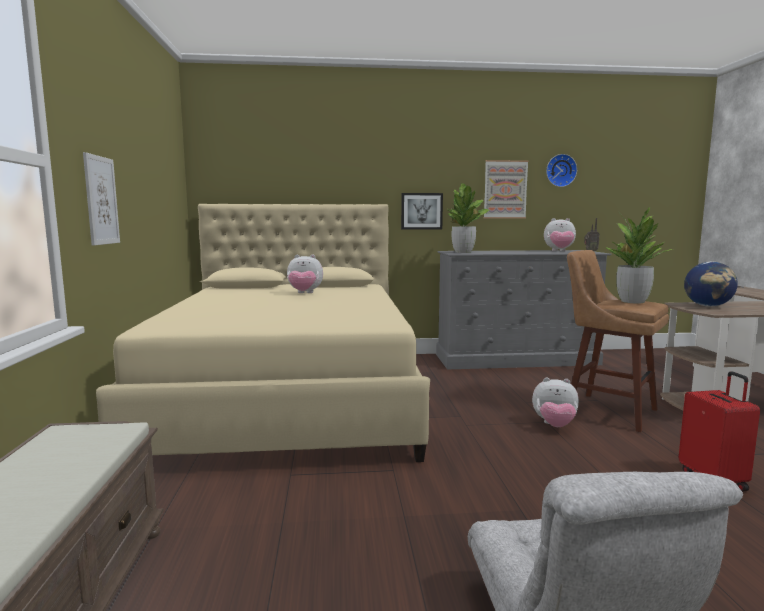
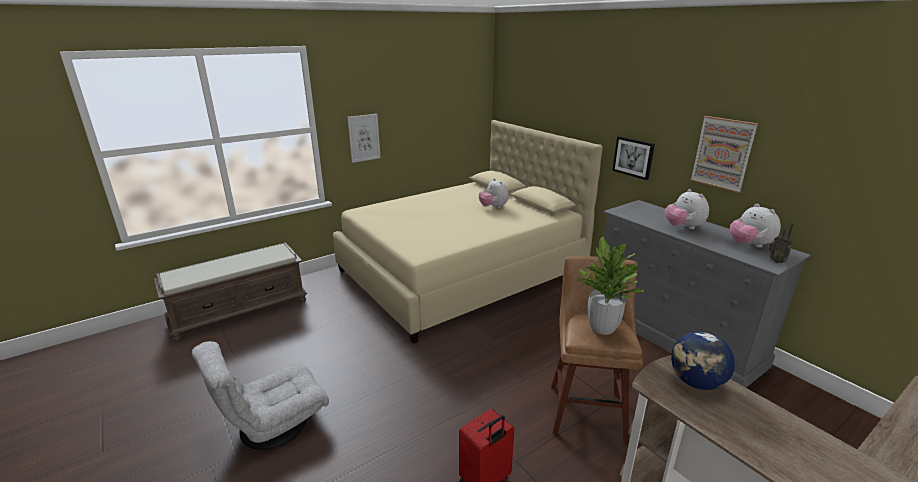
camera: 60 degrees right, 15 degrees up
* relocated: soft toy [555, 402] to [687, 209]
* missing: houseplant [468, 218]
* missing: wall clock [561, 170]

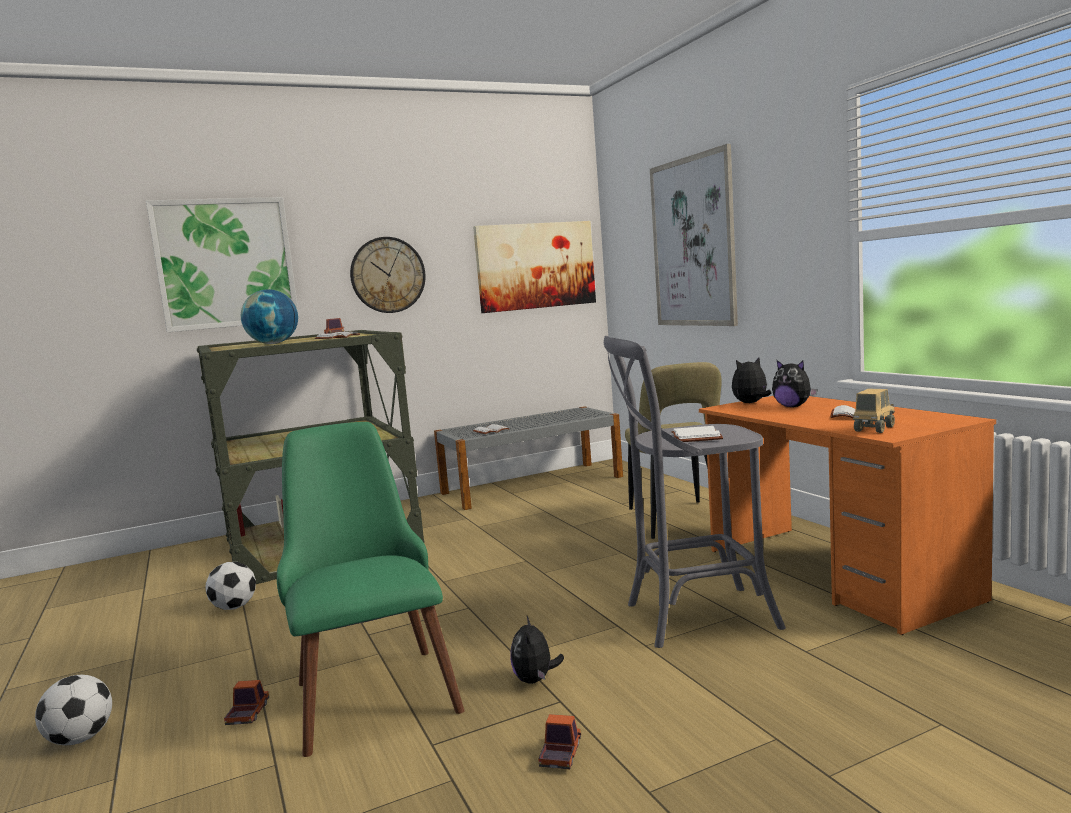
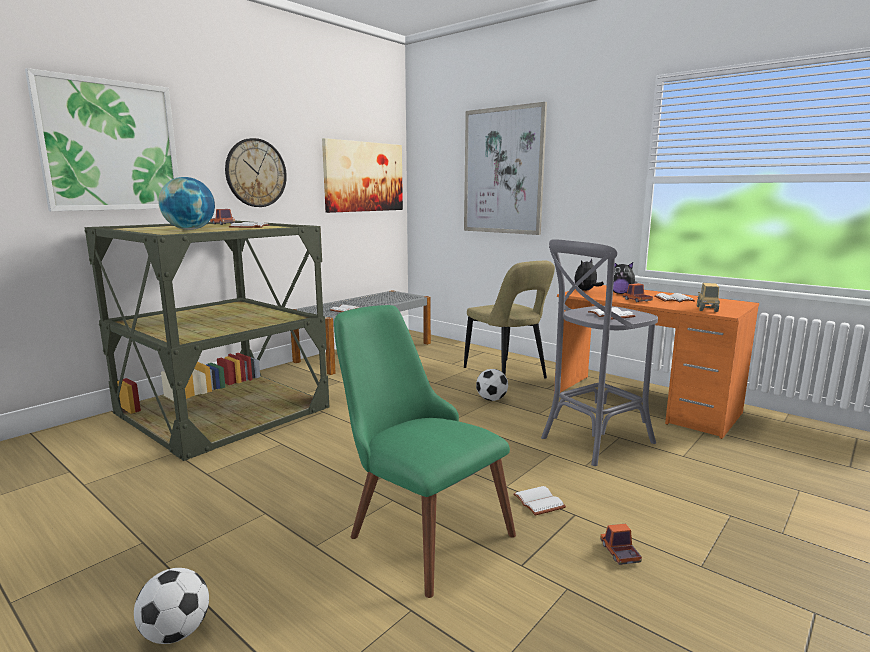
camera: 25 degrees left, 5 degrees up
* relocated: football [230, 586] to [492, 385]
* exchanged: soft toy [537, 650] to bound book (white) [539, 500]
* relocated: toy lorry [246, 702] to [638, 292]

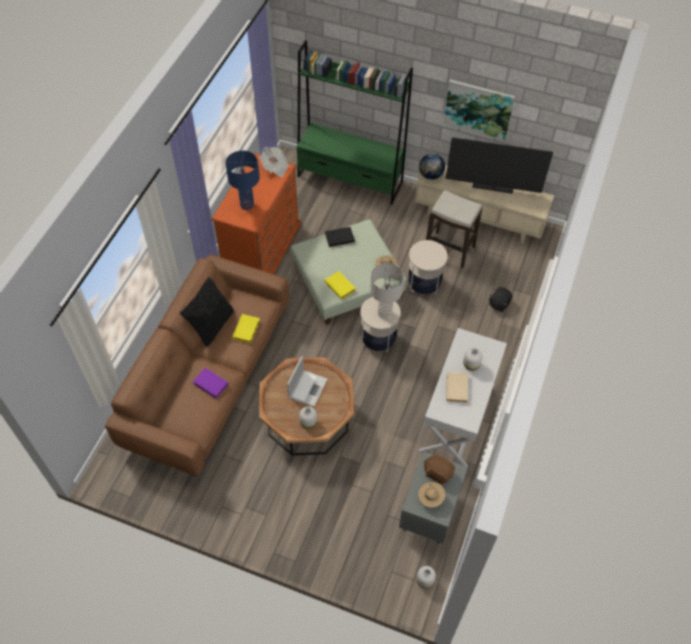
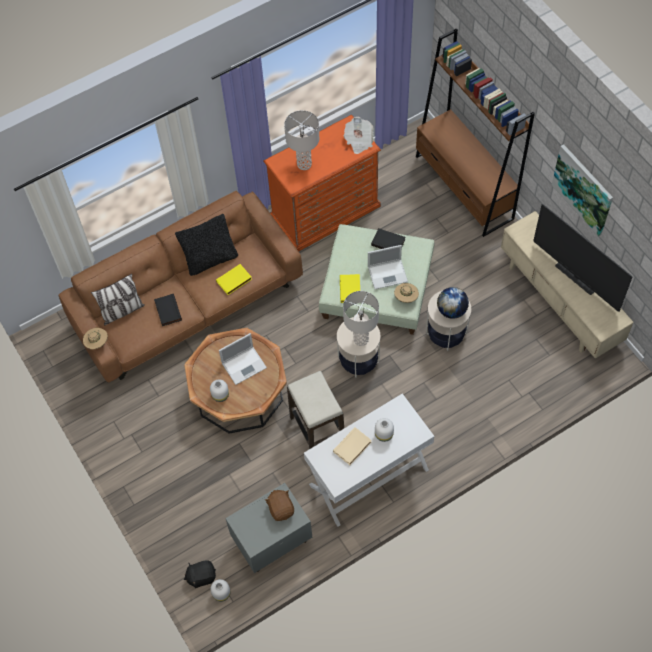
camera: 40 degrees right, 5 degrees up
* relocated: hat (sand-coloured) [431, 495] to [95, 339]
* appeared: pillow [118, 299]
* colour: bound book (purple-coloured) [210, 383] to bound book (black) [168, 310]
* relocated: soft toy (black) [501, 299] to [200, 574]
* colour: table lamp (blue) [242, 180] to table lamp (white) [301, 140]
* relocated: stool [454, 229] to [315, 410]
* appeared: notebook computer [388, 267]
* colour: bookshelf (green-coloured) [355, 122] to bookshelf (brownish) [475, 132]
* relocated: desk globe [432, 166] to [453, 303]

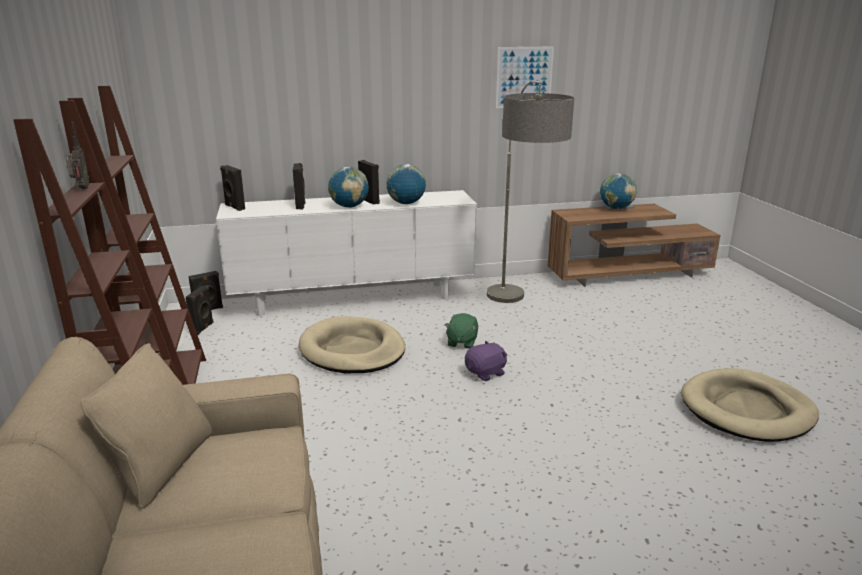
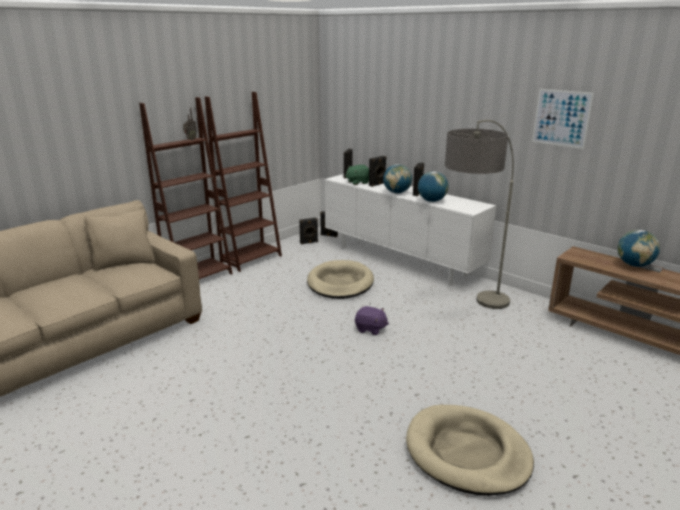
camera: 55 degrees right, 0 degrees up
* relocated: soft toy (green-coloured) [461, 331] to [357, 175]

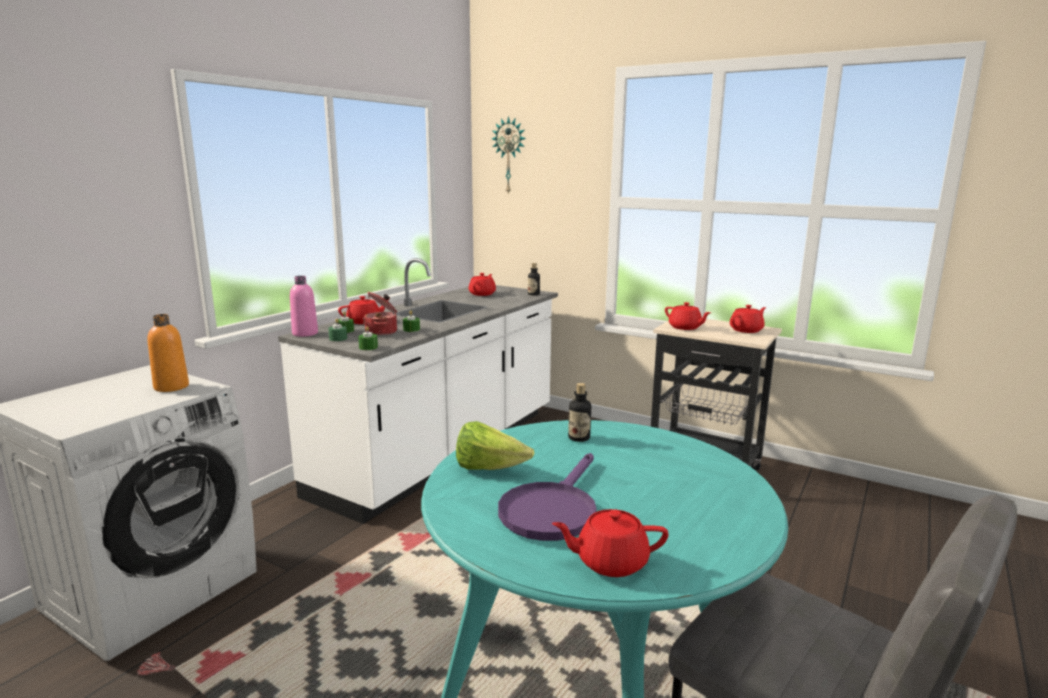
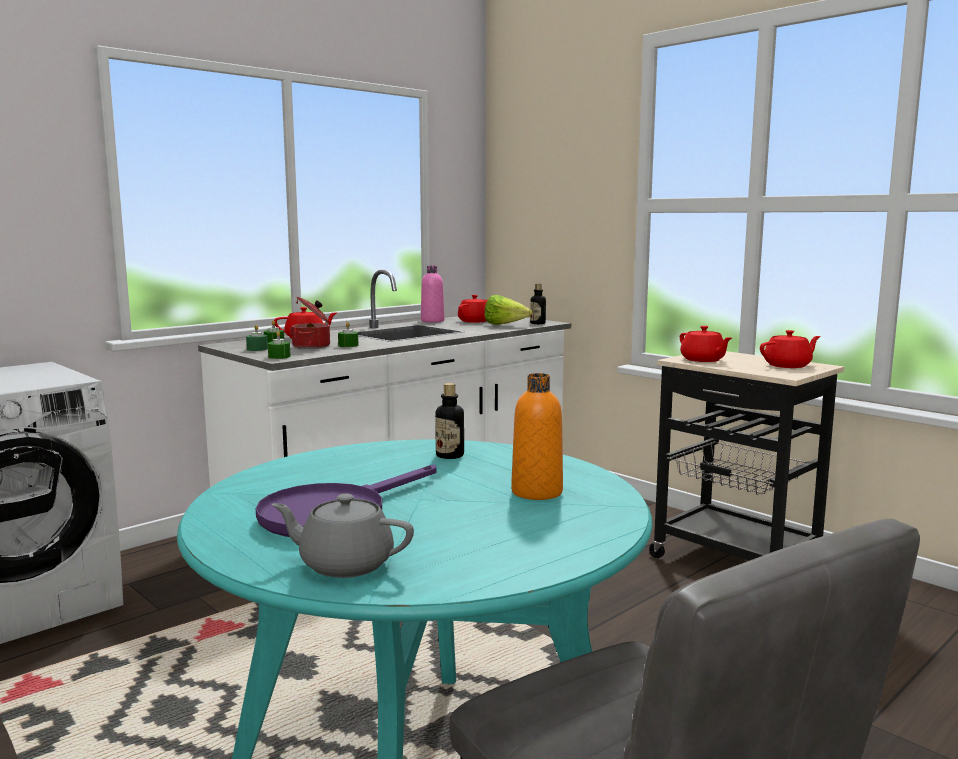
camera: 15 degrees right, 5 degrees down
* colour: tea pot (red-coloured) [610, 543] to tea pot (grey) [343, 536]
* relocated: drink bottle (pinkish) [304, 306] to [433, 294]
* relocated: lettuce [495, 445] to [508, 310]
* relocated: drink bottle (orange-coloured) [168, 353] to [537, 436]
* missing: wall clock [509, 155]

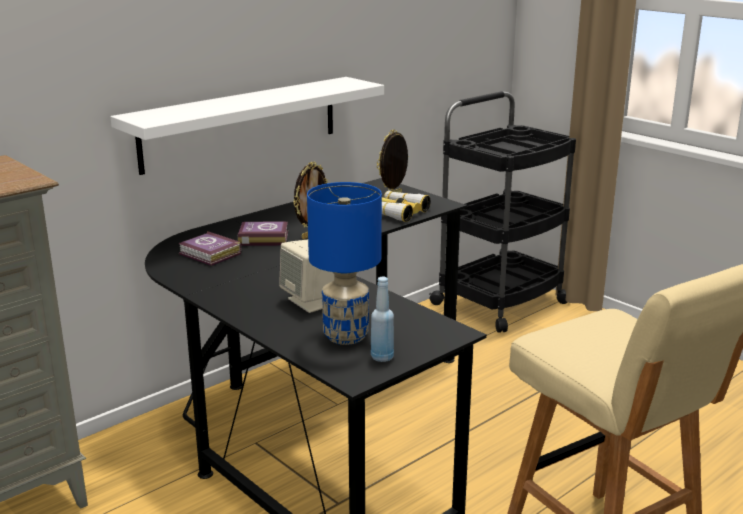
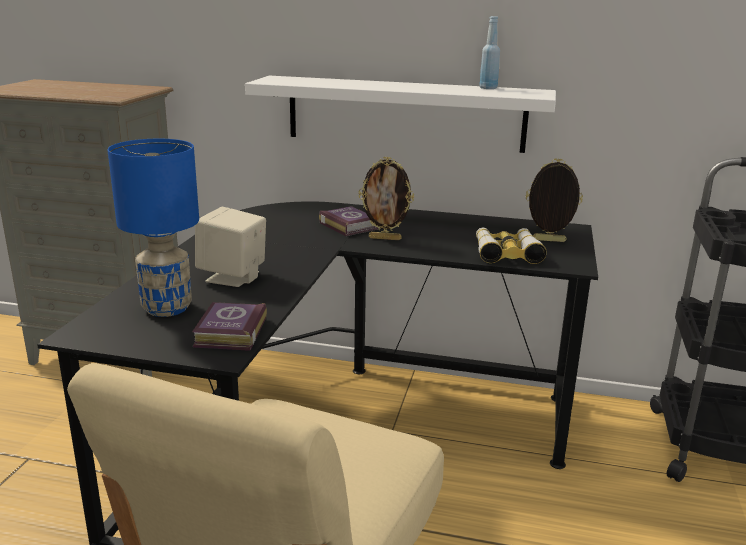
camera: 55 degrees right, 0 degrees up
* relocated: bound book [209, 248] to [229, 326]
* relocated: drink bottle (blue) [382, 319] to [489, 52]

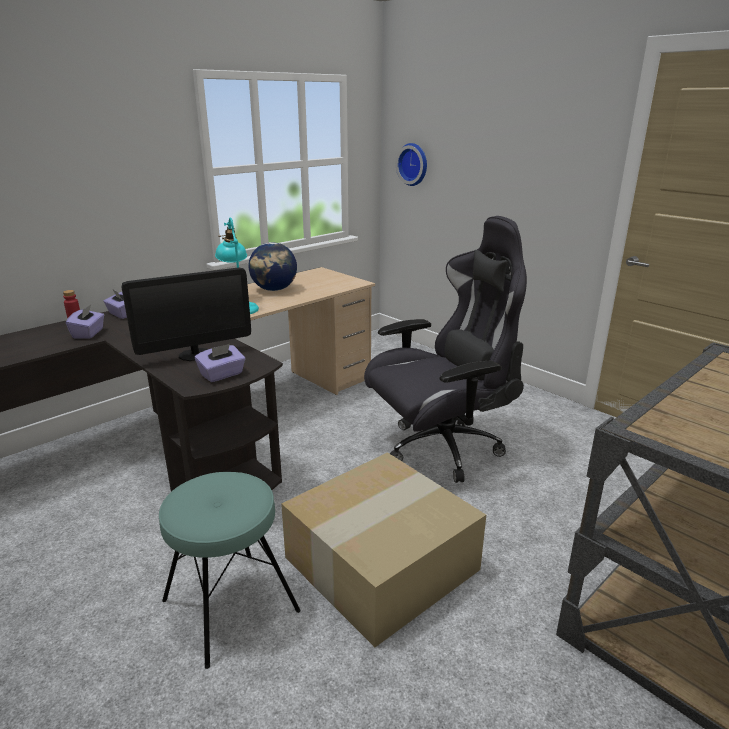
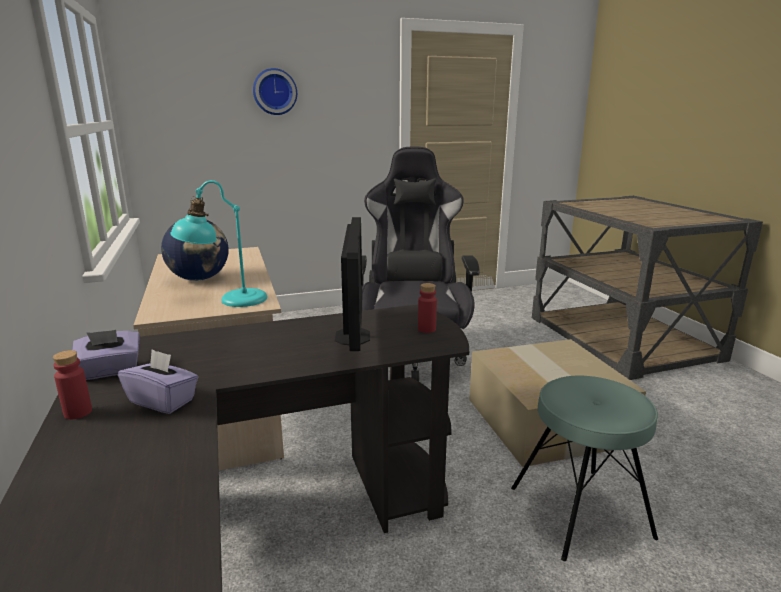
camera: 65 degrees left, 5 degrees down
* relocated: wall clock [411, 164] to [275, 91]
* exchanged: box of tissues (purple-coloured) [220, 363] to drink bottle (red-coloured) [427, 308]

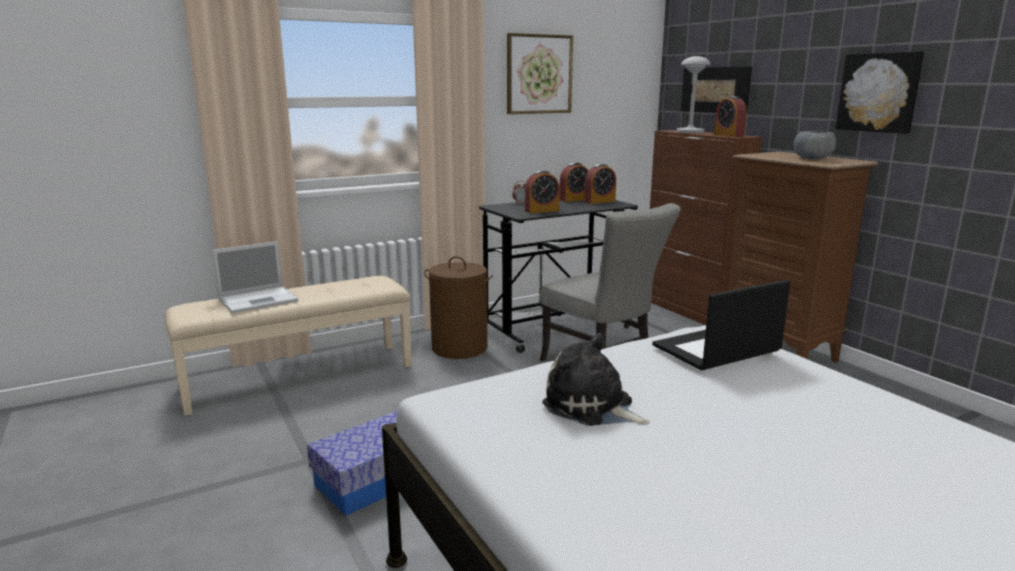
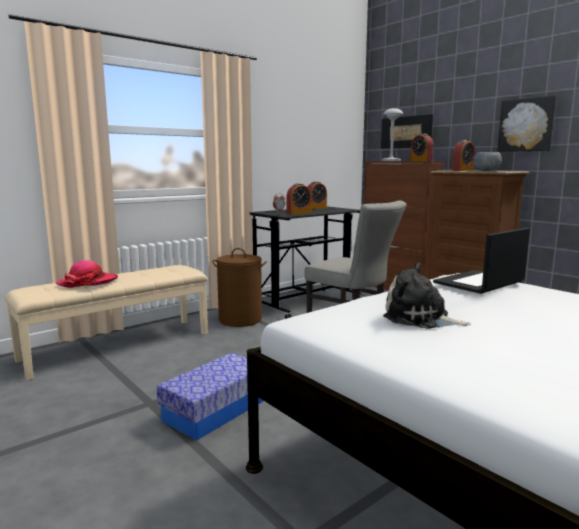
camera: 10 degrees left, 5 degrees down
* exchanged: notebook computer [255, 277] to hat [86, 274]
* relocated: bedside clock [600, 184] to [463, 155]
* missing: wall art [540, 73]

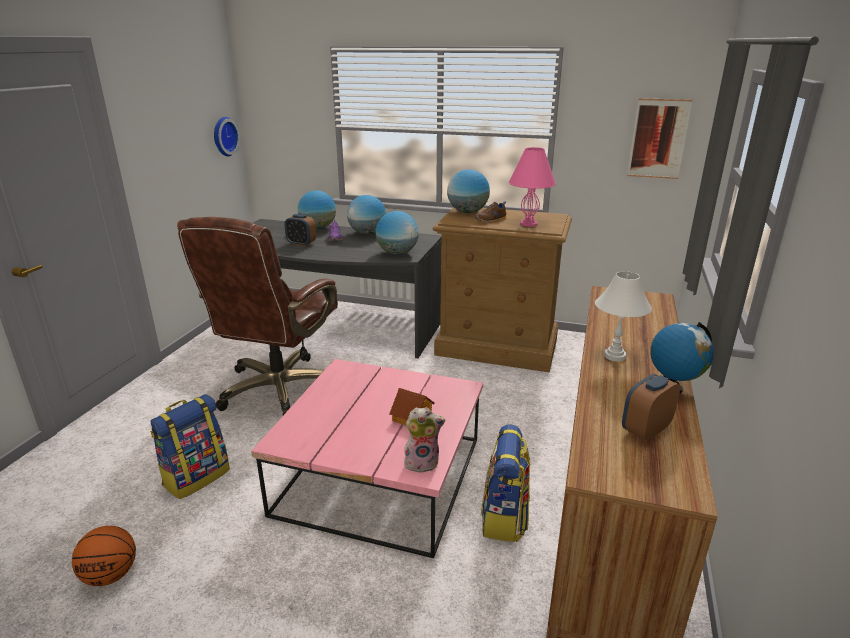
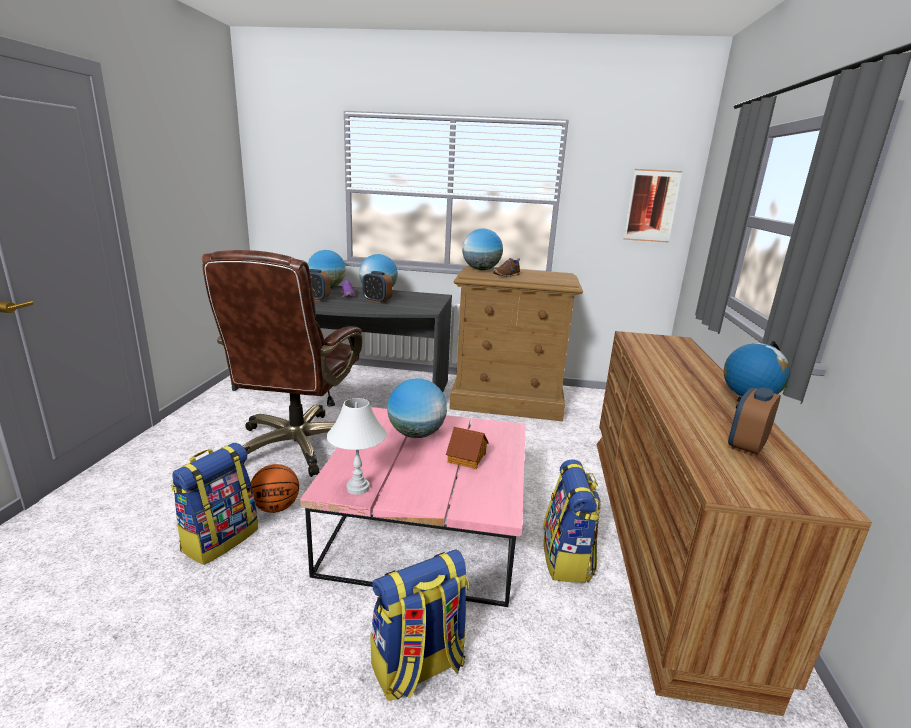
camera: 10 degrees left, 5 degrees down
* relocated: ball for basketball [104, 556] to [275, 488]
* relocated: table lamp (white) [623, 316] to [357, 446]
* appeared: bedside clock [377, 287]
* appeared: backpack [420, 625]
* relocated: desk globe [397, 233] to [417, 408]
* missing: wall clock [227, 136]
* missing: soft toy [424, 440]
* missing: table lamp (pinkish) [532, 187]

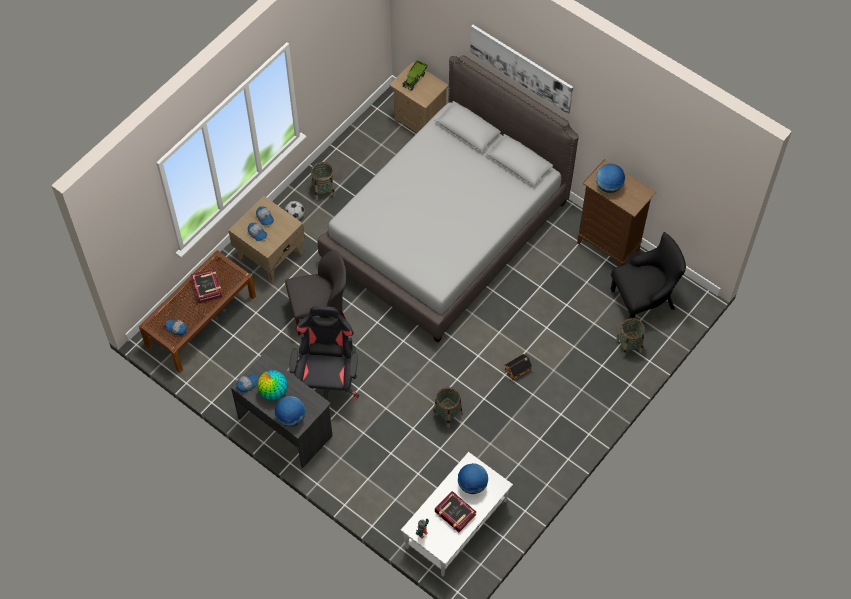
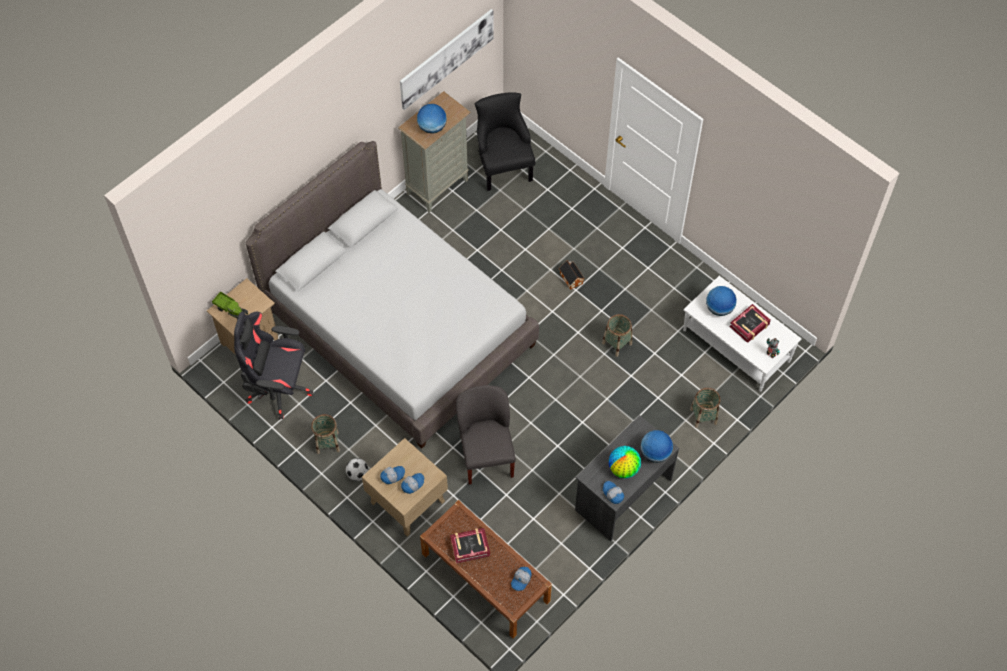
camera: 85 degrees left, 0 degrees up
* relocated: office chair (black) [324, 353] to [273, 365]
* colour: chest of drawers (brownish) [616, 212] to chest of drawers (grey) [434, 152]
* relocated: wall art [521, 69] to [447, 59]
* relocated: household basket [630, 337] to [705, 408]

